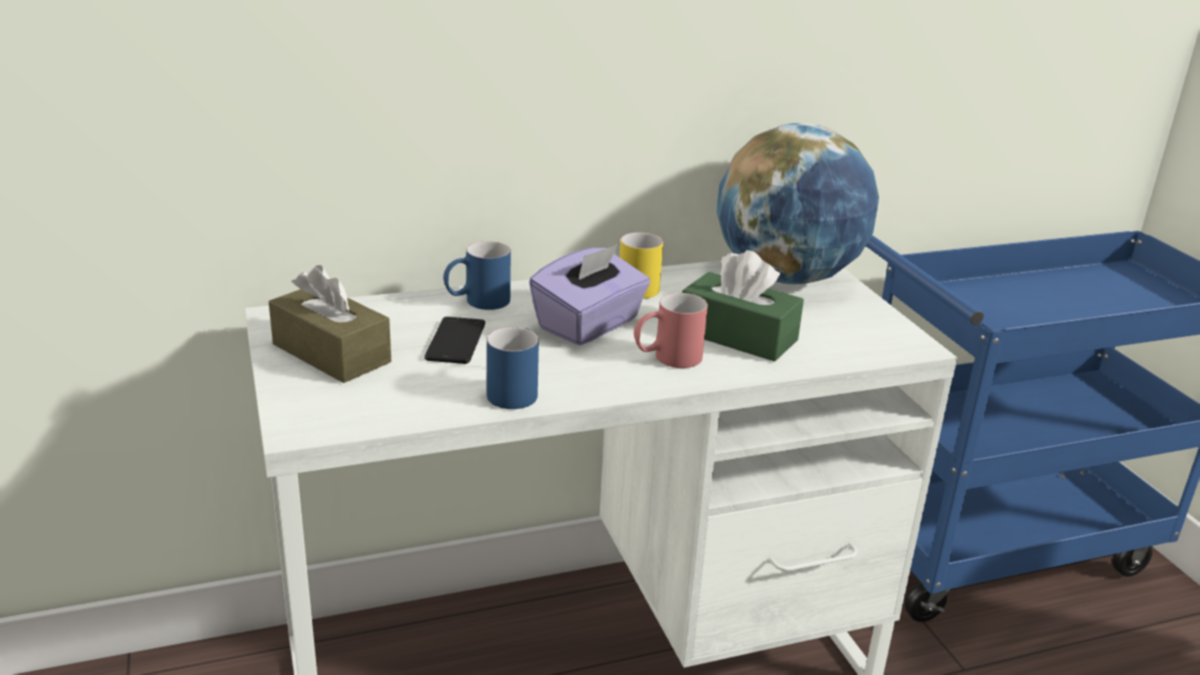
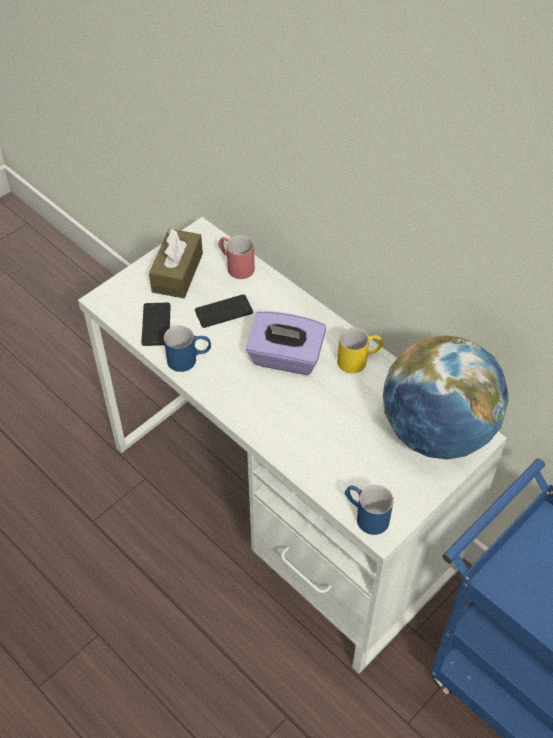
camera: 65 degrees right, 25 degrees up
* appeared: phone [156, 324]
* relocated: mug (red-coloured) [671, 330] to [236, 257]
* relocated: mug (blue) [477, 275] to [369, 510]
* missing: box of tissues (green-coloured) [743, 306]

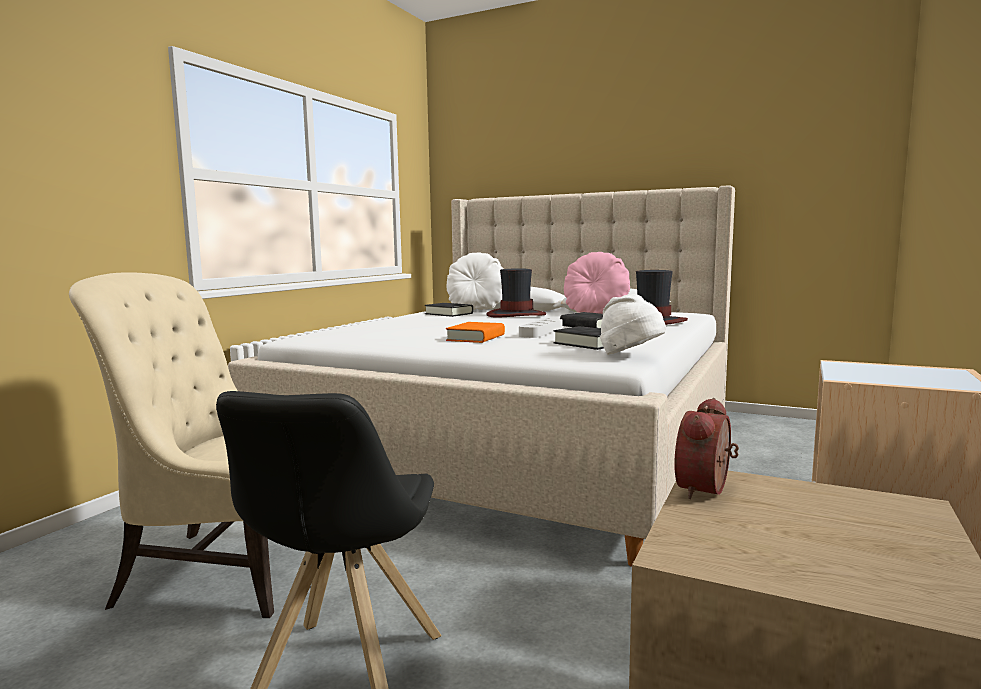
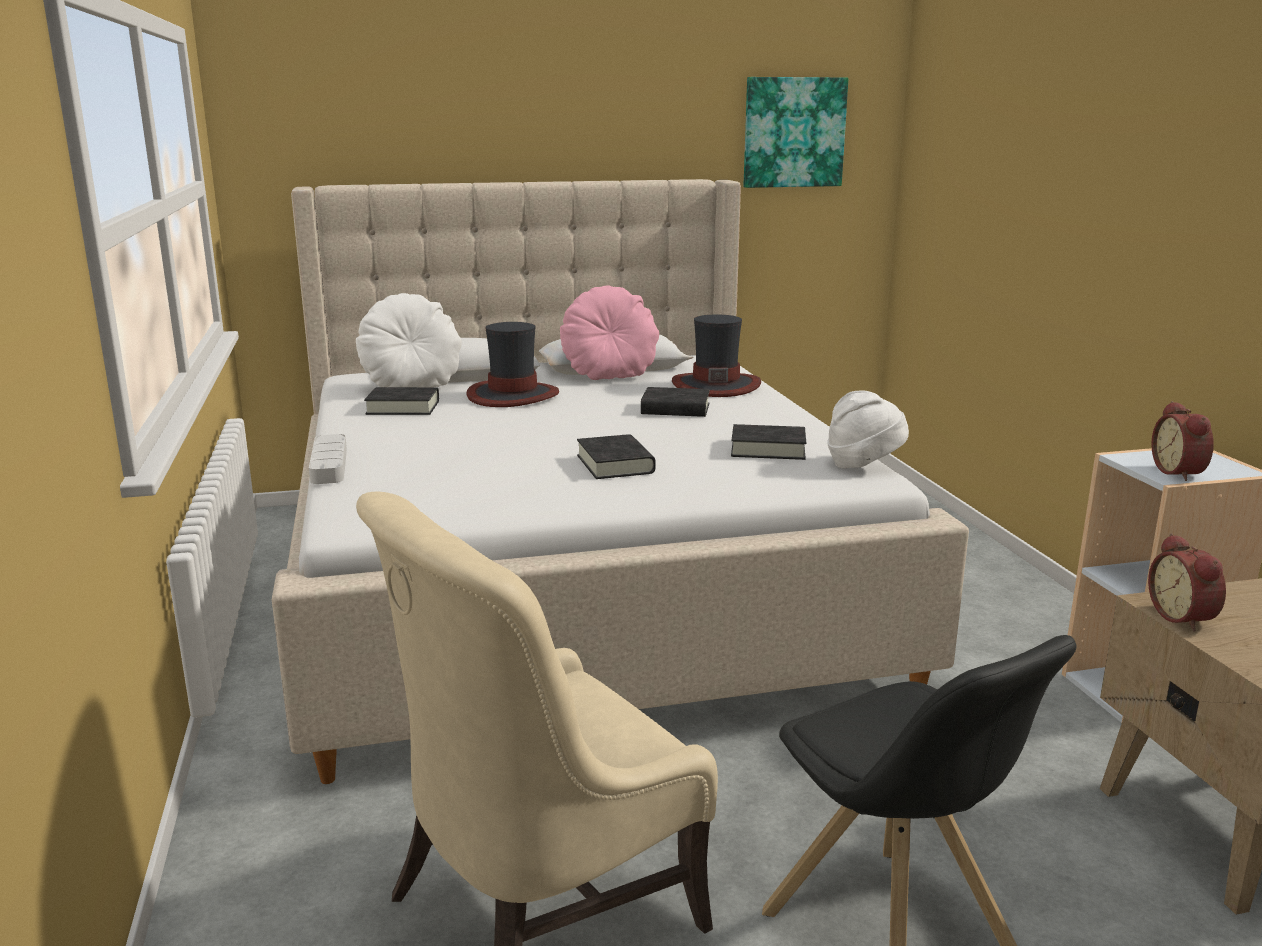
camera: 40 degrees left, 10 degrees up
* relocated: carrying tray (grey) [540, 328] to [328, 459]
* colour: bound book (orange-coloured) [475, 332] to bound book (black) [616, 456]
* appeared: wall art [796, 132]
* appeared: bedside clock [1182, 441]

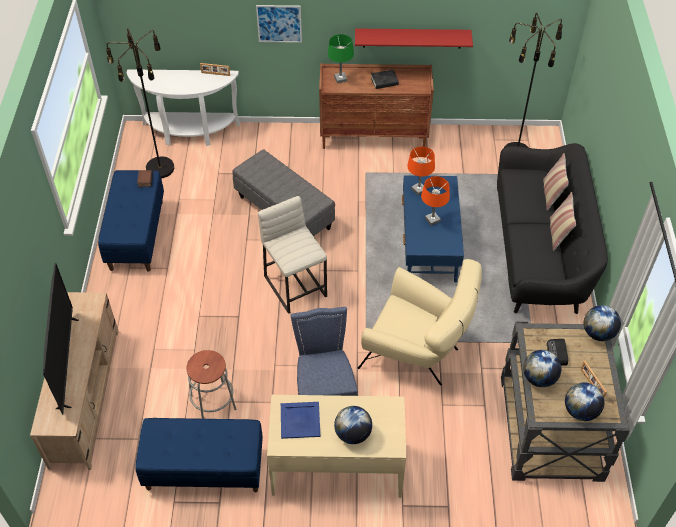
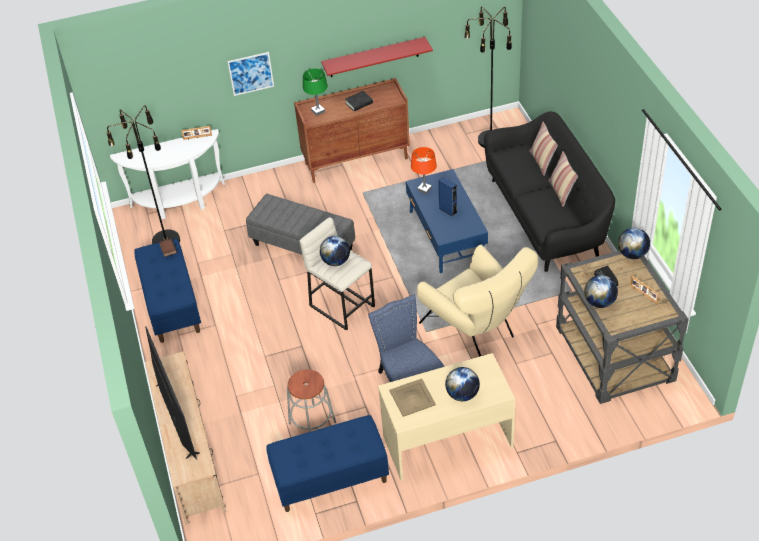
camera: 15 degrees left, 5 degrees down
* relocated: desk globe [584, 401] to [335, 251]
* colour: carrying tray (blue) [300, 420] to carrying tray (sand-coloured) [413, 398]
* spun: lounge chair (sand-coloured) [420, 322] = [477, 301] 45 degrees clockwise
* exchanged: table lamp (orange-coloured) [435, 201] to loudspeaker (blue) [447, 197]

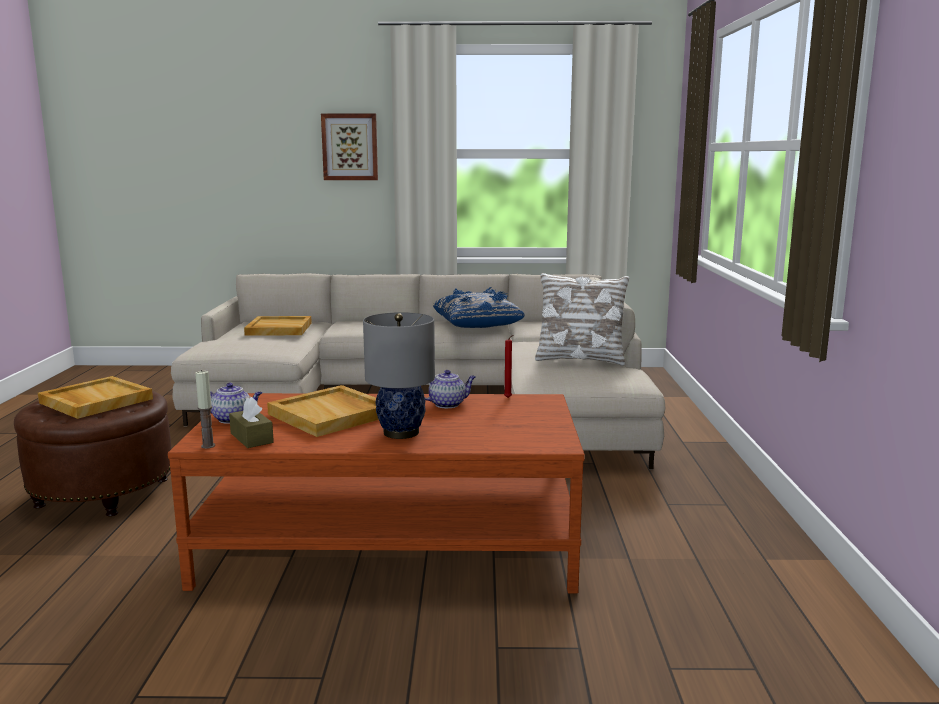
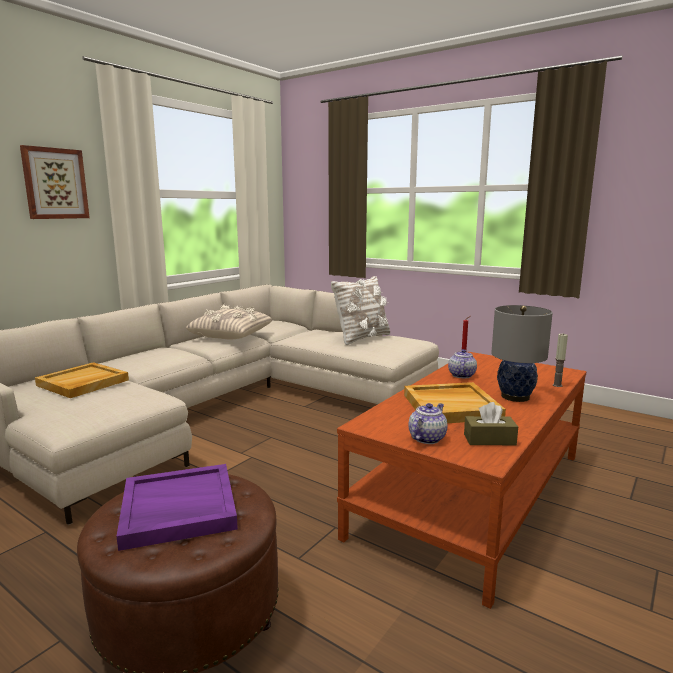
camera: 55 degrees left, 0 degrees up
* colour: carrying tray (sand-coloured) [95, 397] to carrying tray (purple-coloured) [177, 507]
* colour: pillow (blue) [479, 307] to pillow (sand-coloured) [229, 321]
* relocated: wax candle [205, 409] to [560, 360]

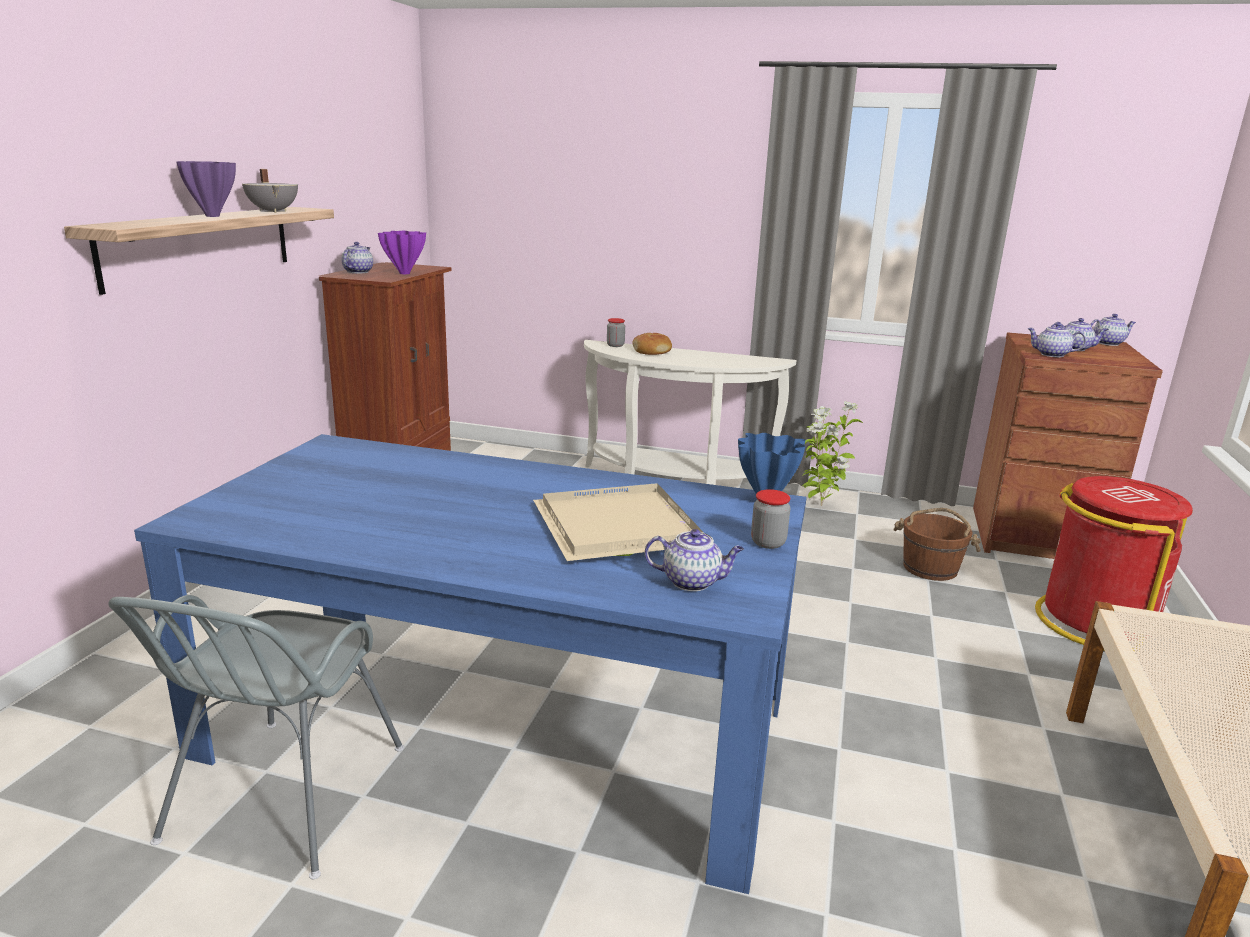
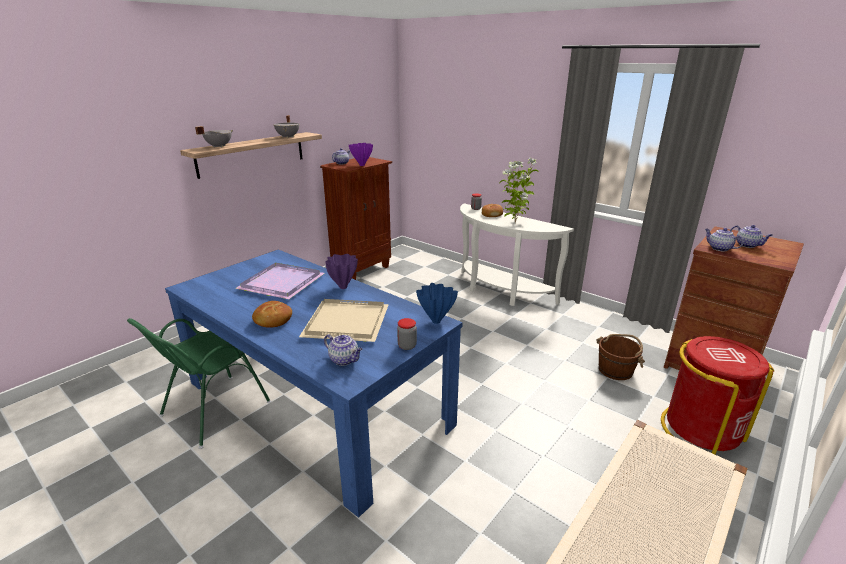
camera: 25 degrees right, 5 degrees up
* colour: plain chair (grey) [256, 737] to plain chair (green-coloured) [199, 383]
* appeared: saucepot (grey) [214, 137]
* appeared: carrying tray (purple-coloured) [280, 281]
* appeared: baked bread [272, 314]
* relocated: decorative vase (purple-coloured) [206, 189] to [341, 271]
* relocated: houseplant [832, 453] to [519, 190]
* missing: tea pot [1113, 330]

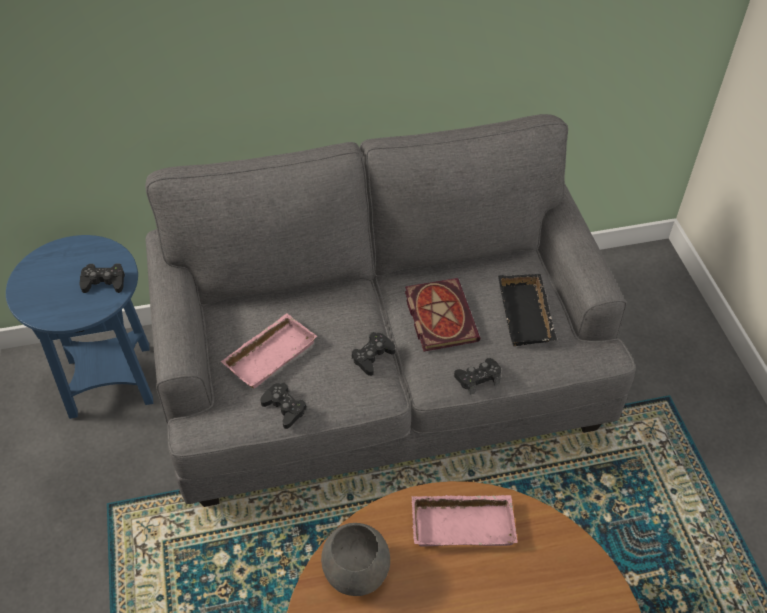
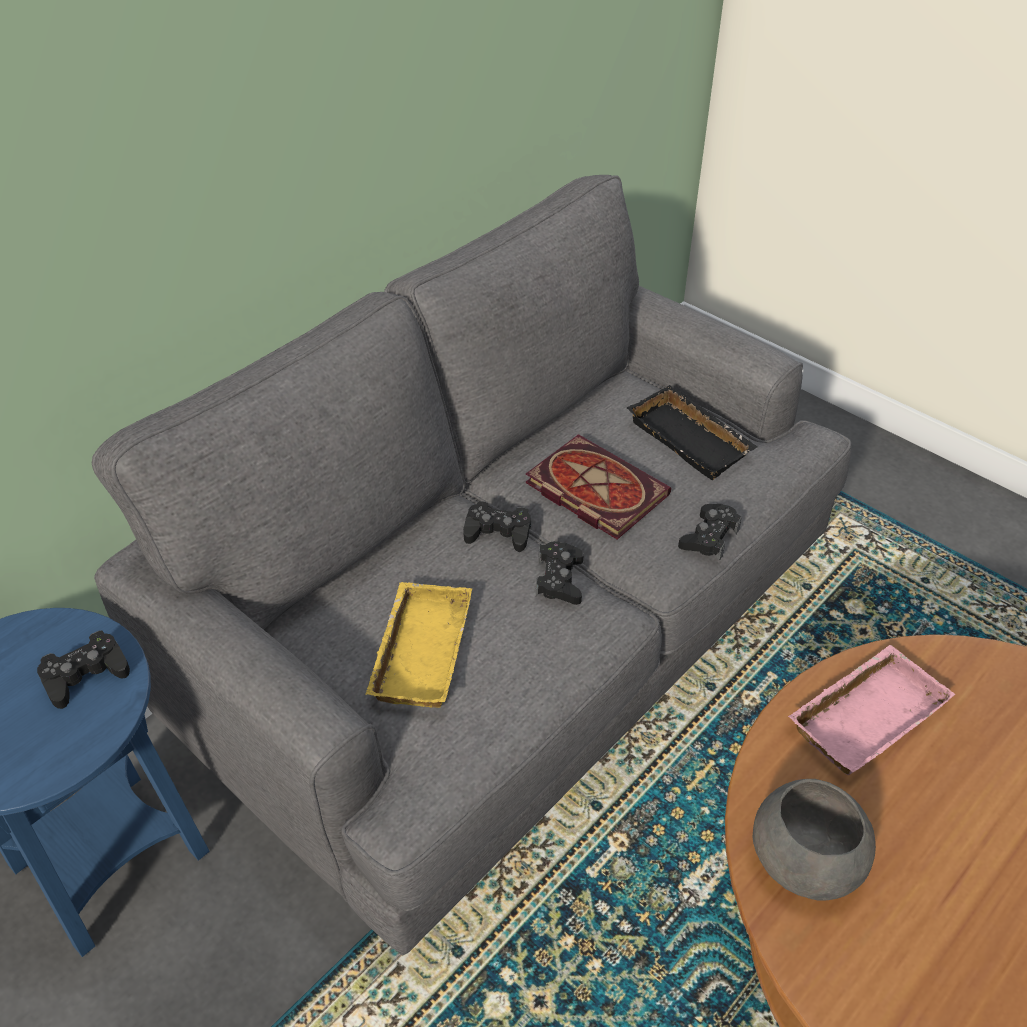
camera: 35 degrees left, 5 degrees down
* colour: carrying tray (pinkish) [268, 351] to carrying tray (yellow) [419, 645]
* relocated: joypad (black) [283, 406] to [497, 526]

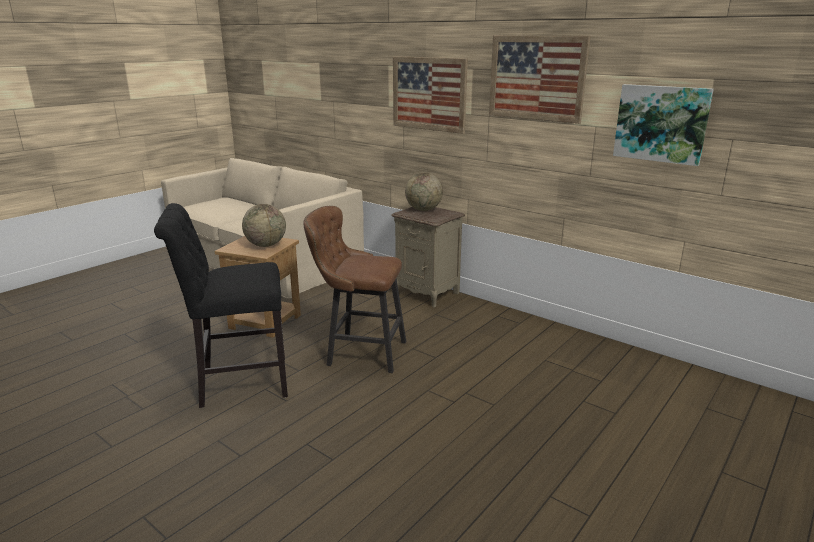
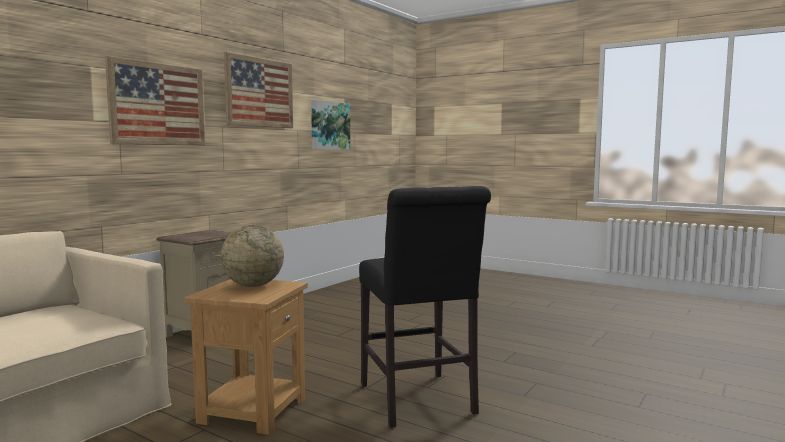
camera: 95 degrees left, 15 degrees down
* missing: stool (brownish) [354, 289]
* missing: desk globe [424, 192]

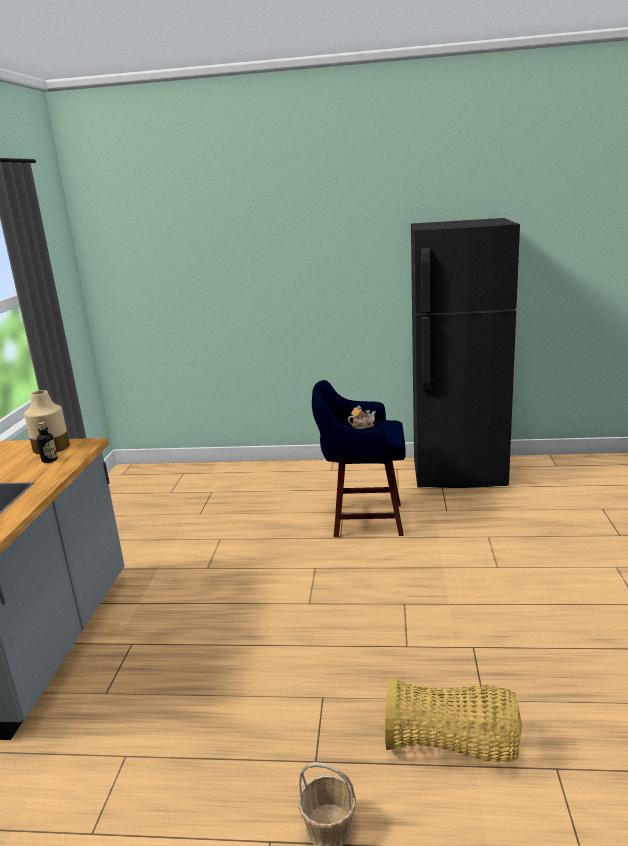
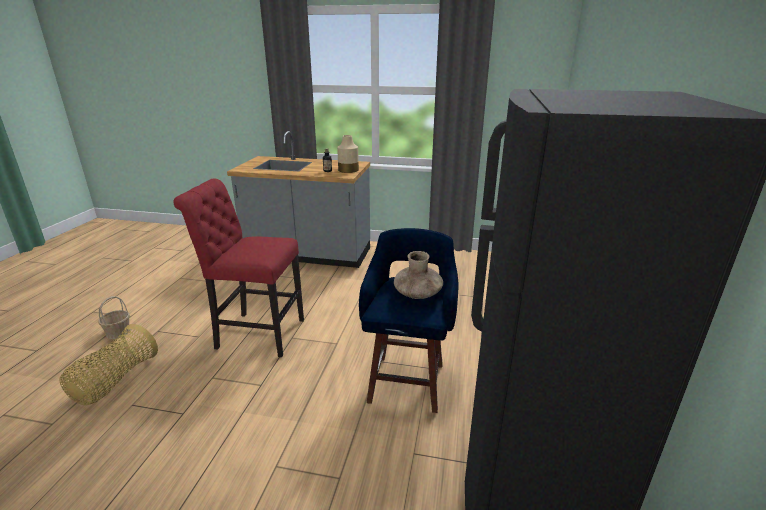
camera: 95 degrees right, 5 degrees up
* appeared: stool (red-coloured) [238, 267]
* exchanged: tea pot [362, 417] to decorative vase (brownish) [418, 275]

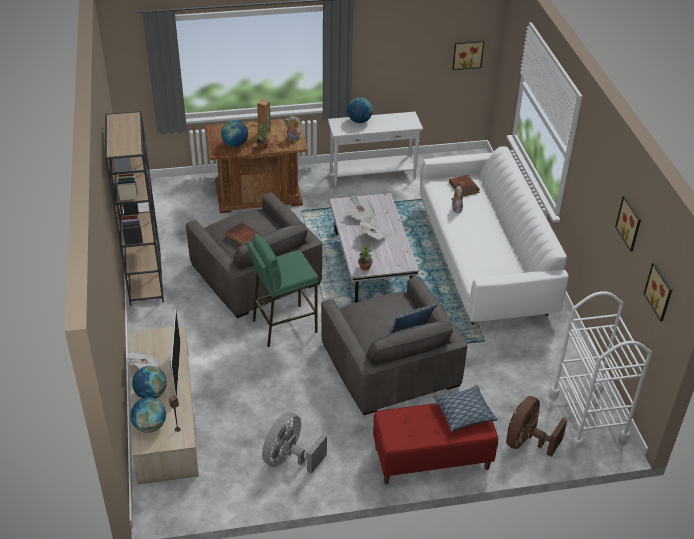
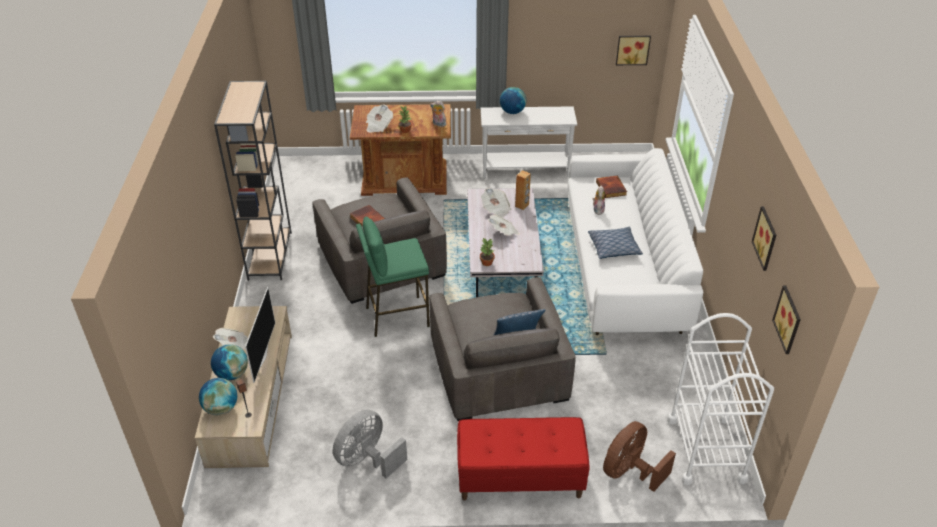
camera: 10 degrees right, 0 degrees up
* exchanged: desk globe [234, 133] to newspaper [379, 119]
* relocated: loudspeaker (brownish) [264, 116] to [523, 190]
* relocated: pillow [465, 408] to [615, 242]

